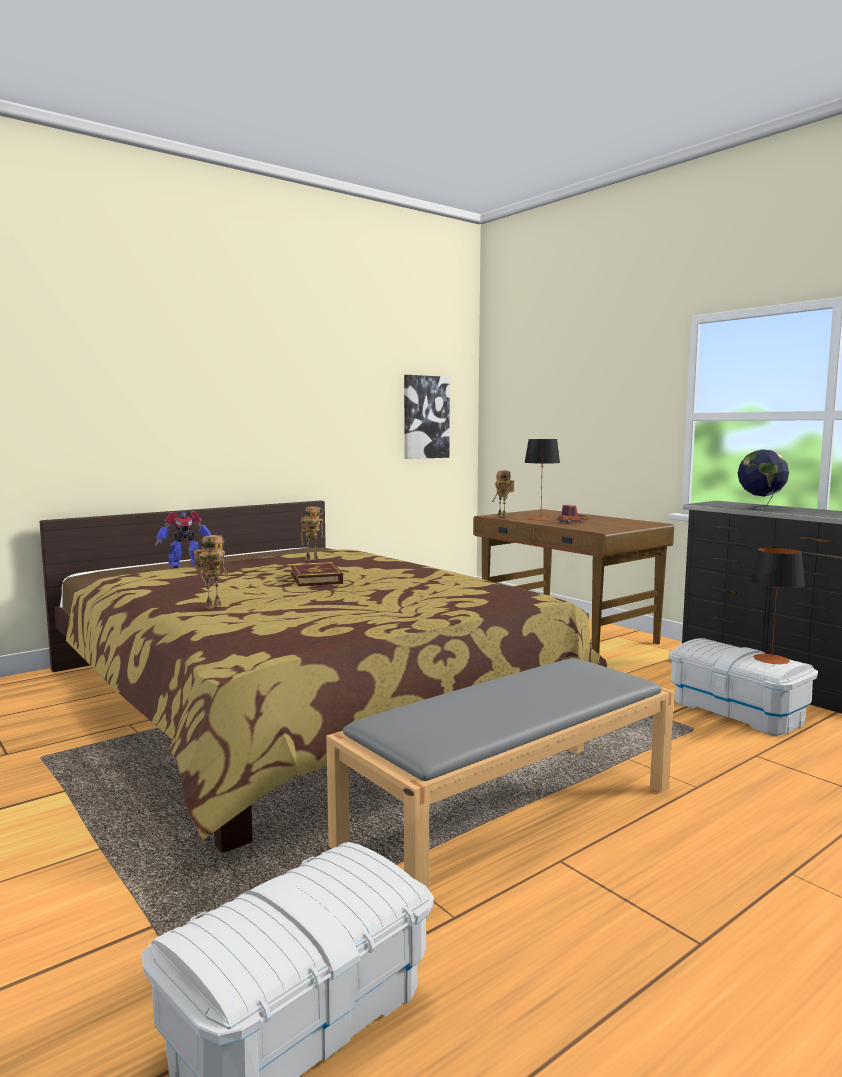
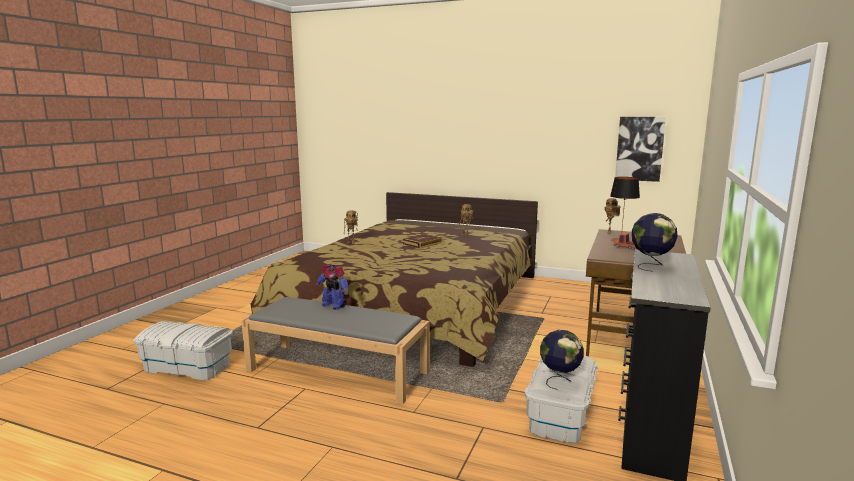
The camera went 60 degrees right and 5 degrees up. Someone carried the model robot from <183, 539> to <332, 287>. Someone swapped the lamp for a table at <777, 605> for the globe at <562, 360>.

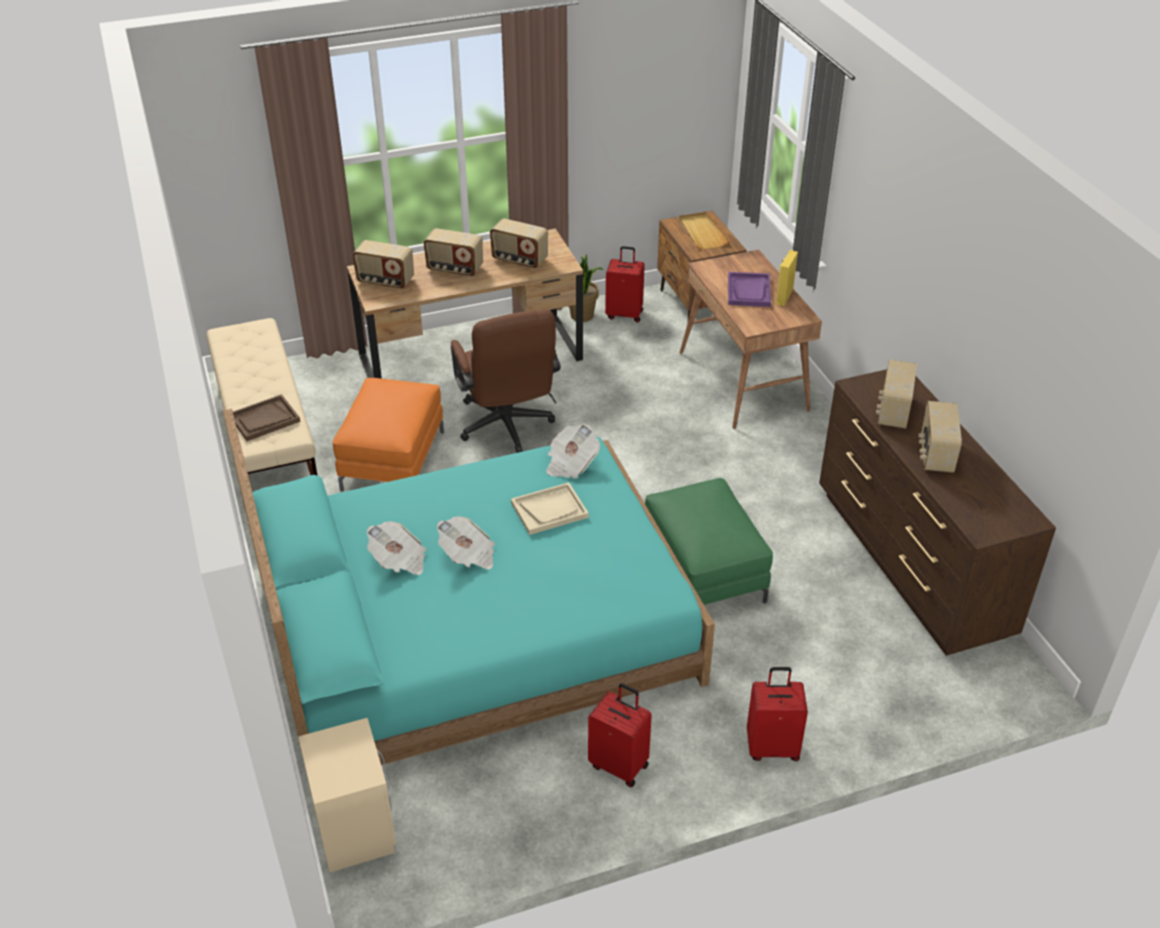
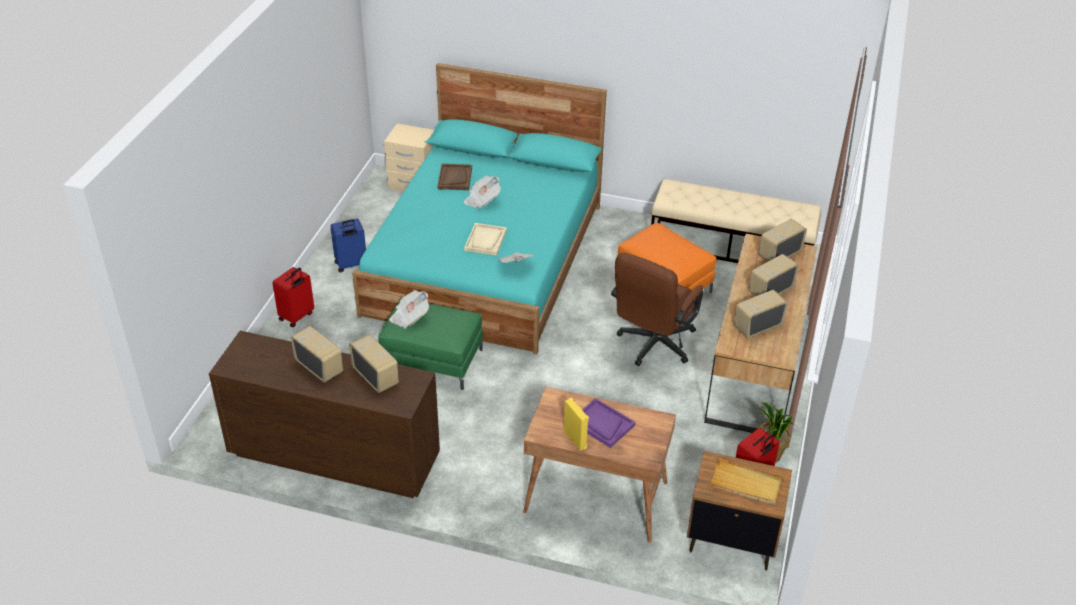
The camera went 125 degrees right and 0 degrees up. Someone carried the serving tray/brown from <266, 417> to <454, 177>. Someone carried the printed paper from <396, 548> to <409, 309>. Someone rotated the computer chair/brown at <506, 381> by 75 degrees counterclockwise. Someone repainted the travel case/reddish at <620, 735>, which became the travel case/bluish at <348, 245>.

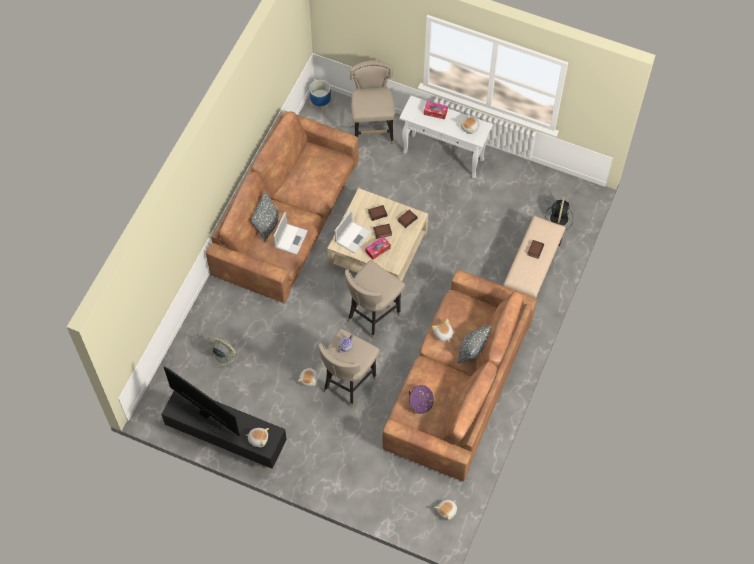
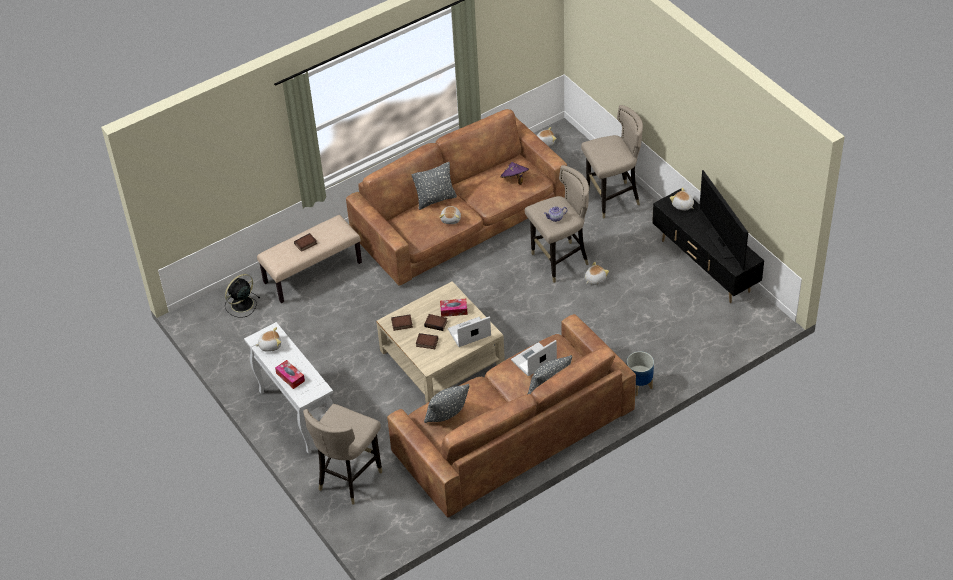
The camera went 145 degrees left and 15 degrees down. Someone took away the electric fan/gray at <224, 352>. Someone carried the plant pot from <320, 96> to <640, 373>. Someone carried the stool seat/beige from <375, 299> to <612, 162>. Someone put down the cushion/gray at <446, 403>.

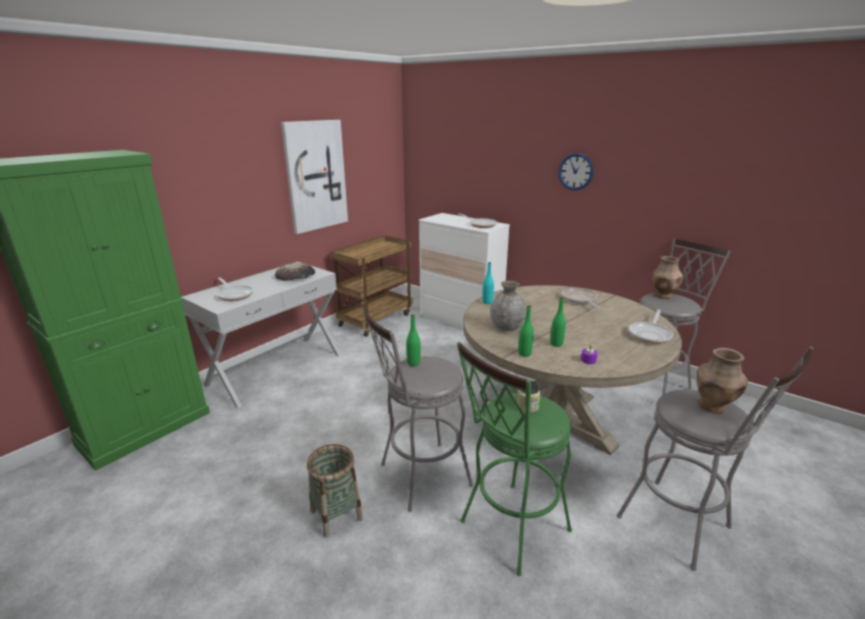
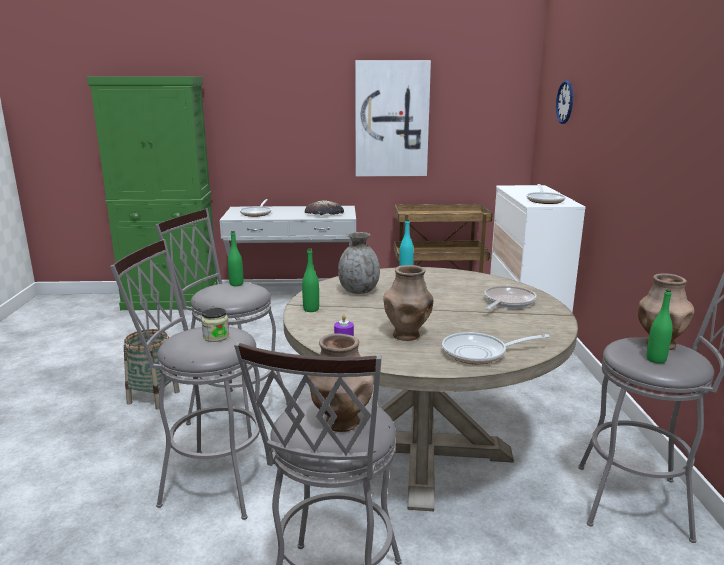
The camera went 50 degrees right and 5 degrees down. Someone repainted the stool seat/green at <514, 459>, which became the stool seat/gray at <192, 379>. Someone carried the bottle/green from <558, 322> to <659, 326>. Someone carried the wall clock from <575, 171> to <564, 102>. Someone put down the flower vase/brown at <408, 303>.

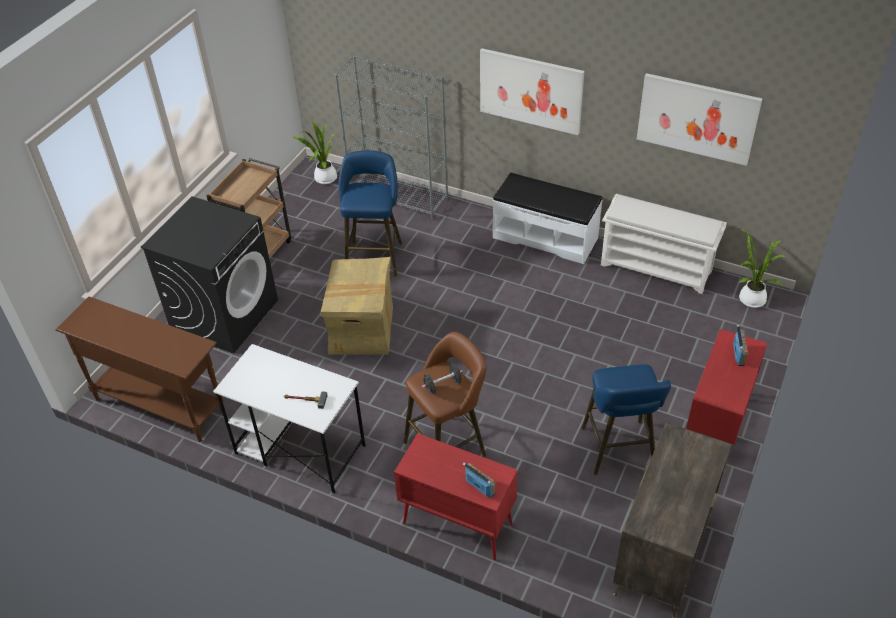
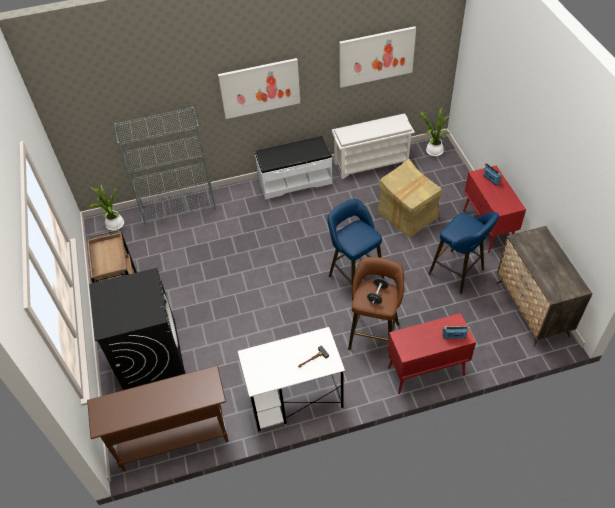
The camera went 40 degrees left and 5 degrees up. Someone carried the cardboard box from <356, 305> to <409, 198>. Someone carried the stool seat/bluish from <370, 213> to <356, 249>.

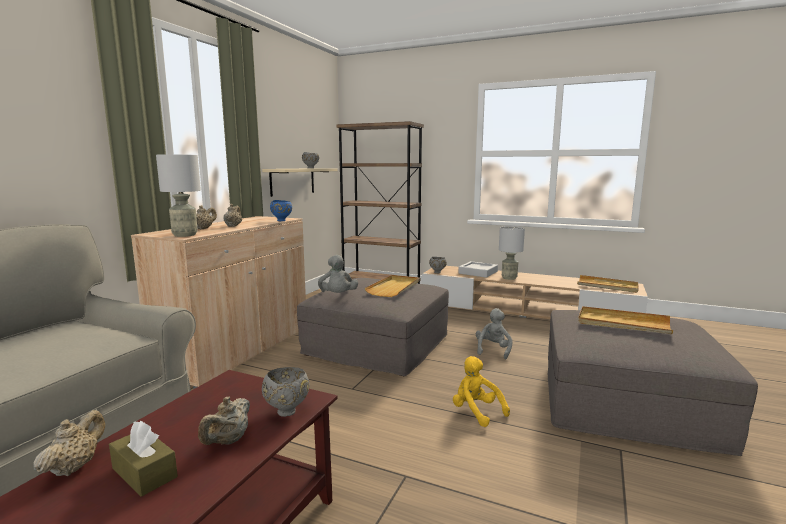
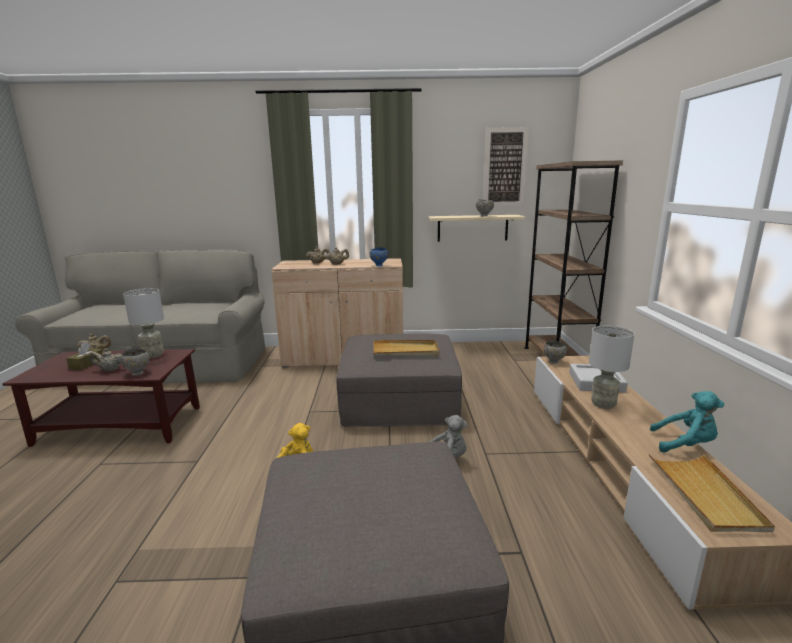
The camera went 65 degrees right and 5 degrees up. Someone carried the lamp for a table/gray from <178, 195> to <143, 323>. Someone took away the soft toy/gray at <338, 274>. Someone took away the serving tray/beige at <625, 320>. Someone put up the picture at <506, 166>. Someone put down the soft toy/turquoise at <687, 422>.

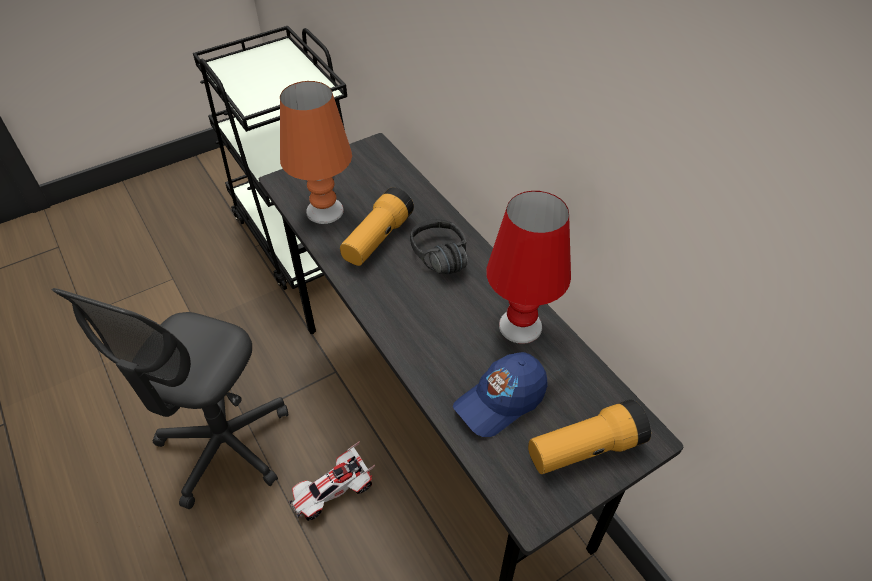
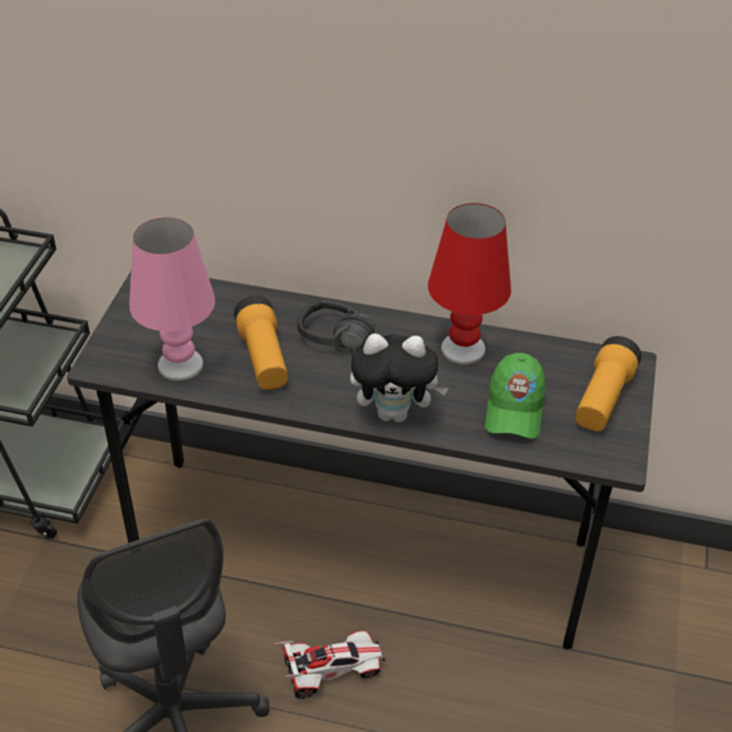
The camera went 45 degrees left and 5 degrees down. Someone repainted the lamp for a table/orange-coloured at <316, 152>, which became the lamp for a table/pink at <172, 299>. Someone rotated the model car at <332, 481> by 120 degrees counterclockwise. Someone repainted the cap/bluish at <500, 394>, which became the cap/green at <515, 396>. Someone put down the soft toy at <399, 378>.

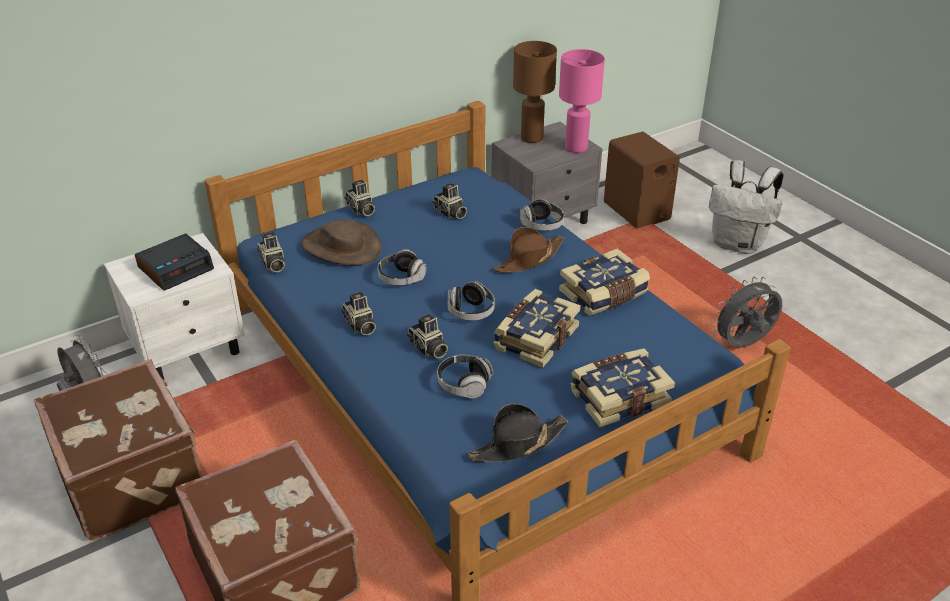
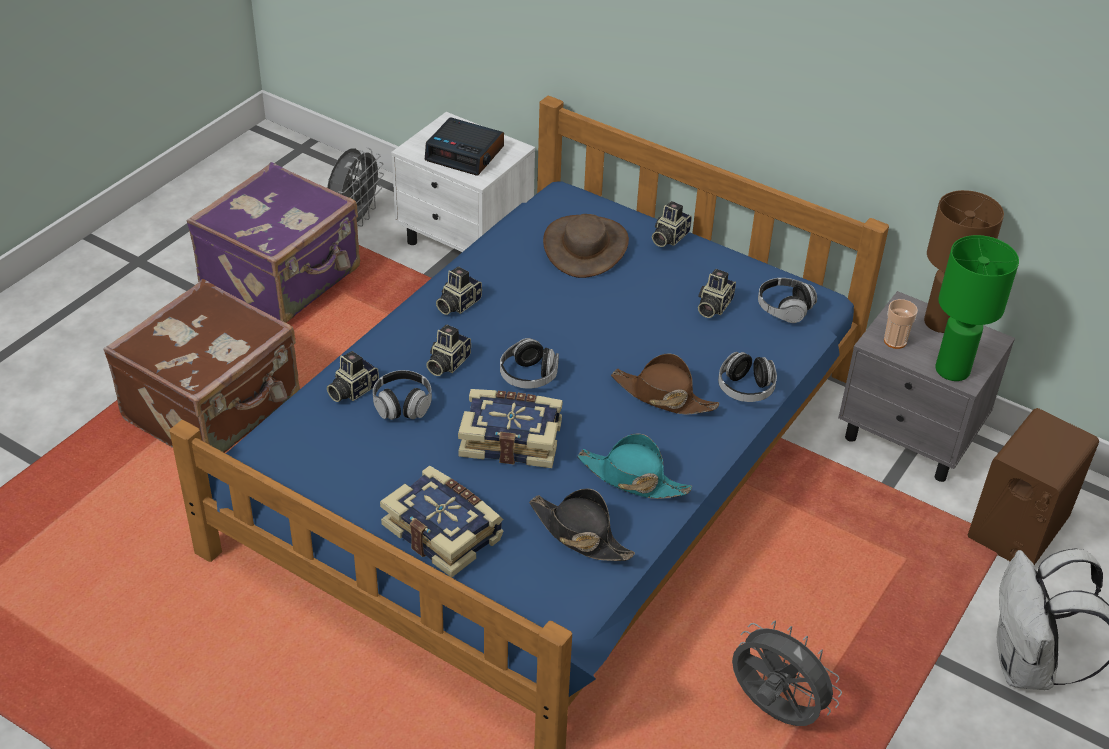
The camera went 65 degrees right and 5 degrees up. Someone repainted the travel case/brown at <118, 450>, which became the travel case/purple-coloured at <273, 242>. Someone carried the still camera from <271, 252> to <353, 376>. Someone carried the headphones from <402, 267> to <787, 300>. Someone carried the hat/blackish from <517, 433> to <582, 524>. Someone repainted the lamp for a table/pink at <582, 101>, which became the lamp for a table/green at <977, 308>. Someone swapped the volume at <604, 282> for the hat/turquoise at <634, 466>. Someone put down the drinking cup at <901, 324>.

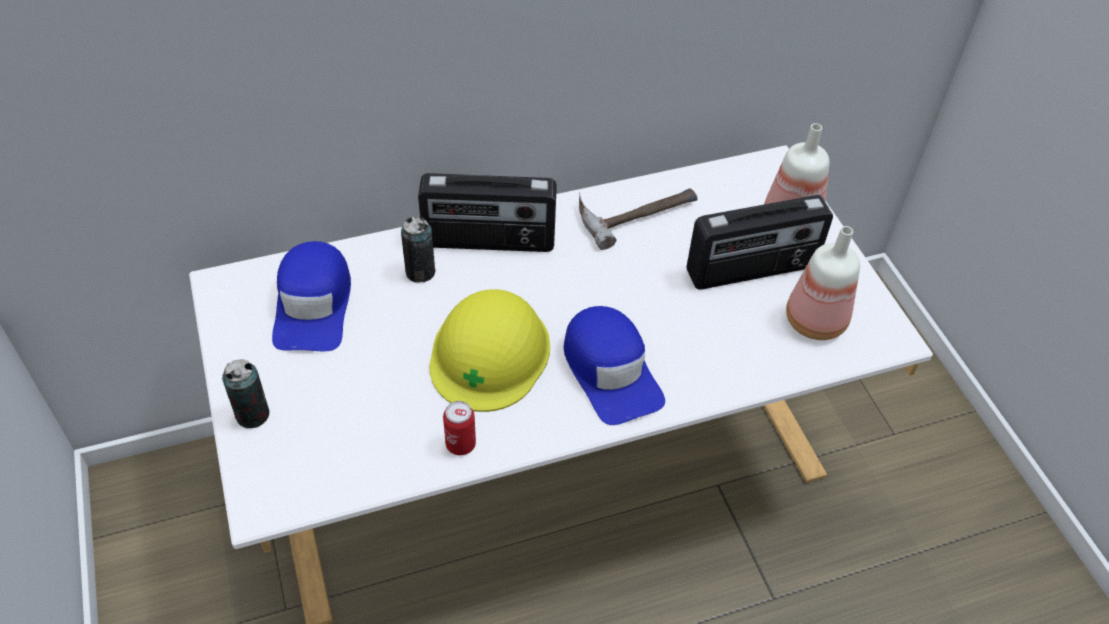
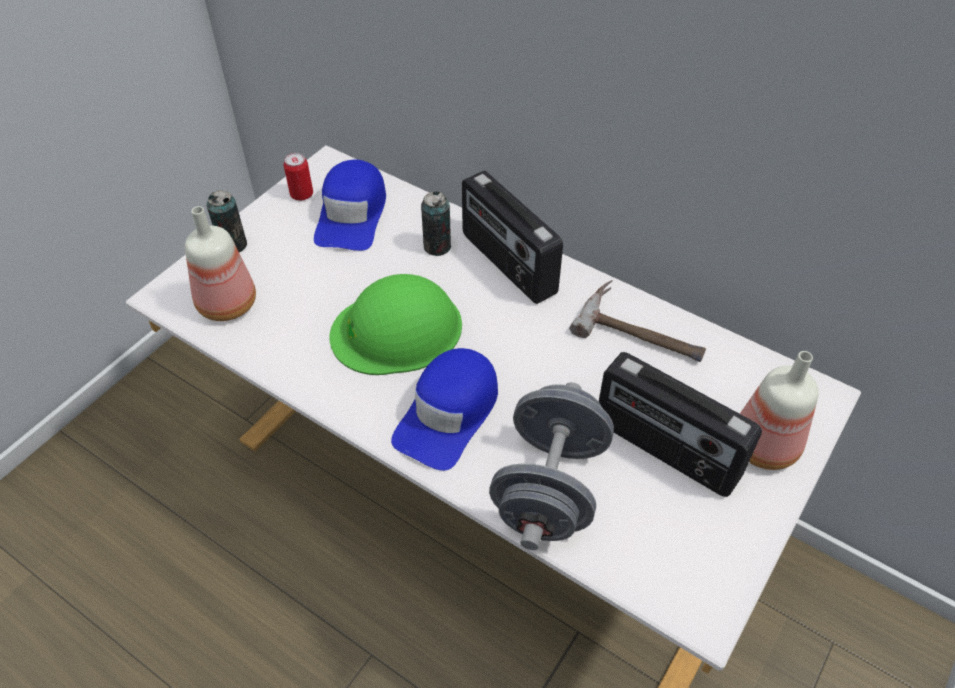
The camera went 55 degrees right and 0 degrees up. Someone rotated the cap/bluish at <311, 296> by 45 degrees counterclockwise. Someone repainted the hard hat/yellow-coloured at <489, 350>, which became the hard hat/green at <395, 324>. Someone carried the sealed can from <459, 428> to <298, 177>. Someone carried the bottle from <823, 283> to <220, 263>. Someone put down the dumbbell/gray at <551, 466>.

